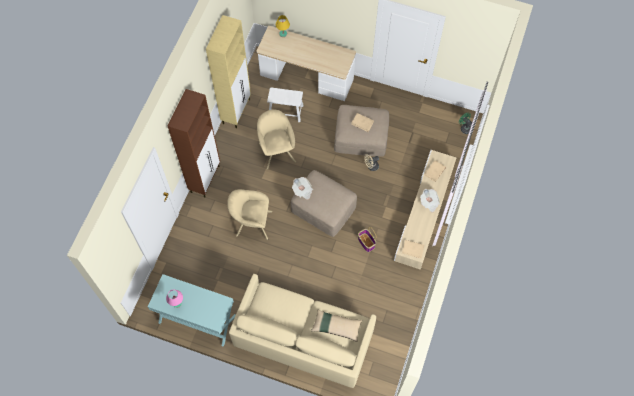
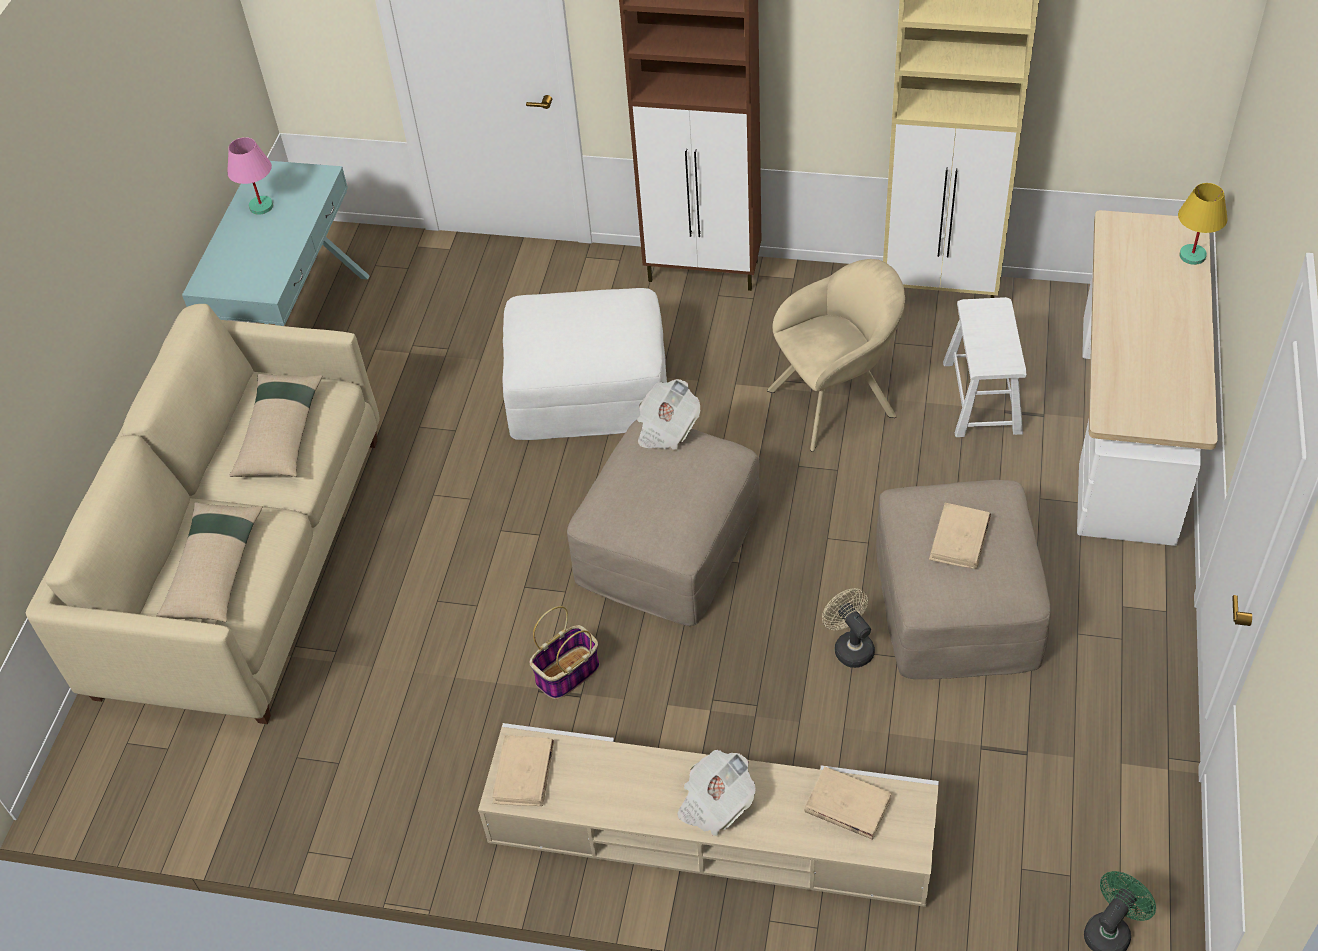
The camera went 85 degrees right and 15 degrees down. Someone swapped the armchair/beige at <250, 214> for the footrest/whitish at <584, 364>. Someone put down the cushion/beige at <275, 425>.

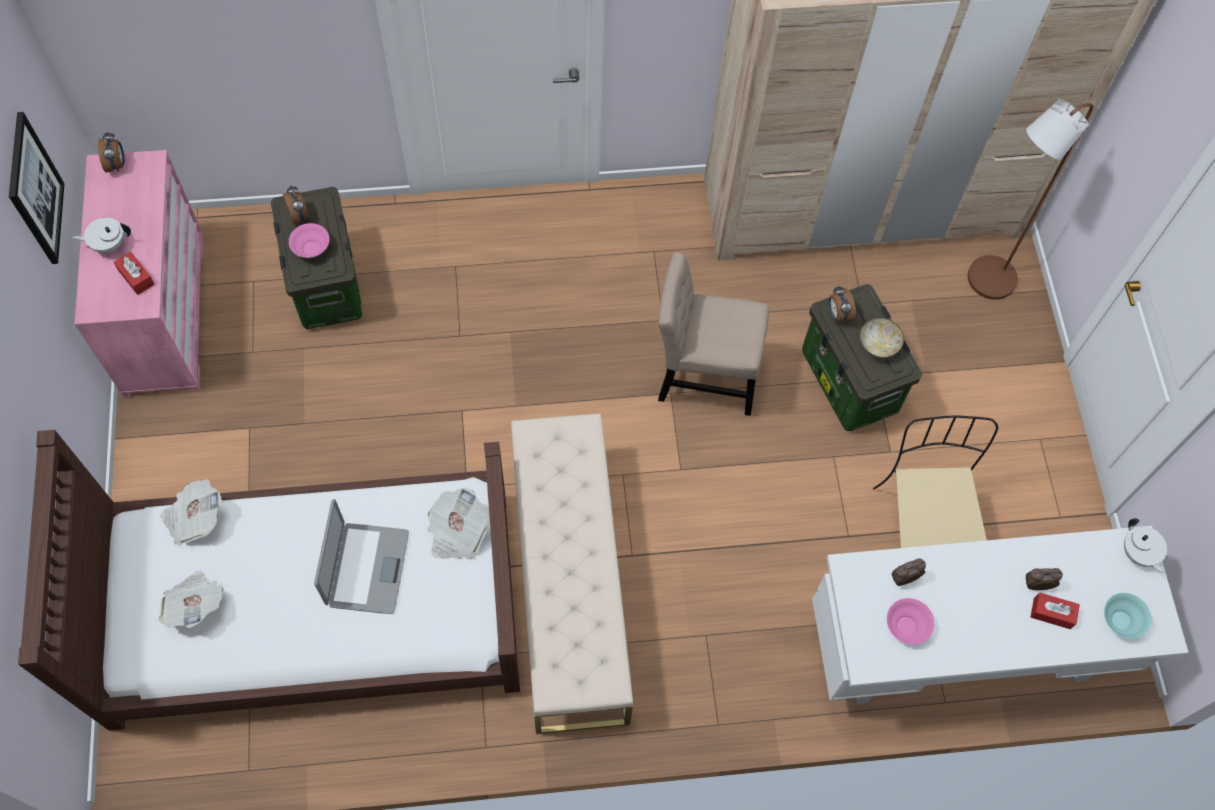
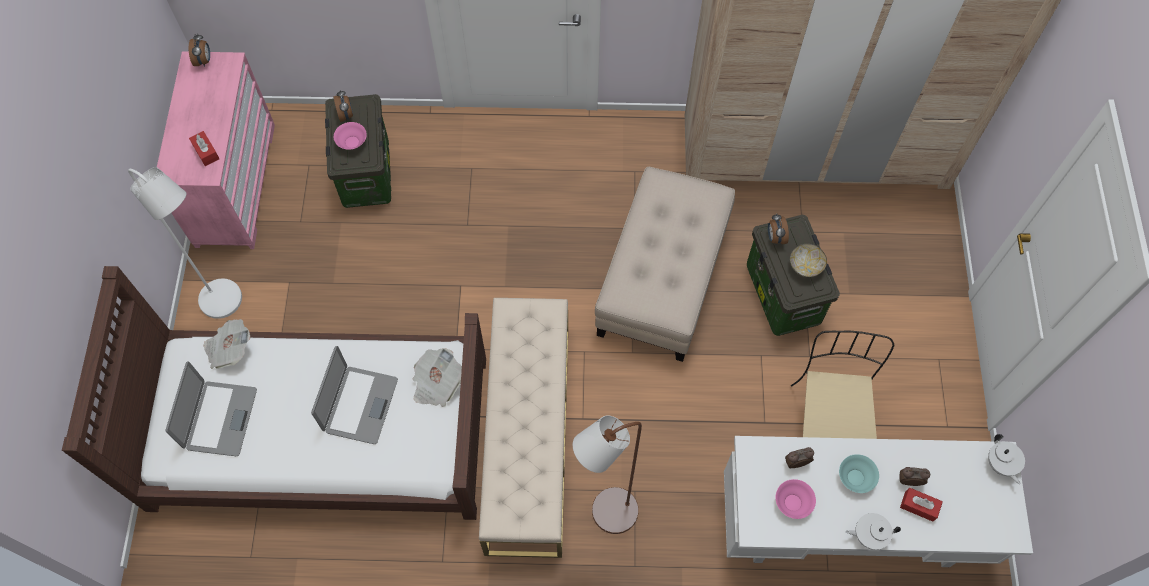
The camera went 10 degrees right and 0 degrees up. Someone took away the picture at <36, 188>. Someone carried the pot for tea/whitish from <102, 235> to <873, 531>. Someone swapped the printed paper at <191, 599> for the notebook computer at <211, 409>. Someone swapped the upright chair/beige at <713, 334> for the footrest/beige at <665, 264>. Someone carried the standard lamp/brown from <1030, 199> to <607, 474>. Someone carried the deep dish/turquoise from <1128, 616> to <859, 473>. Someone put down the standard lamp/whitish at <185, 243>.

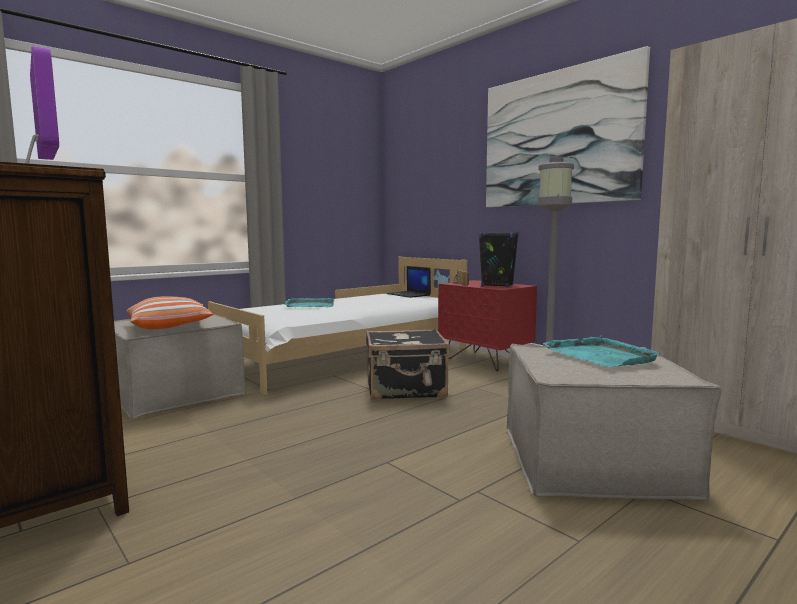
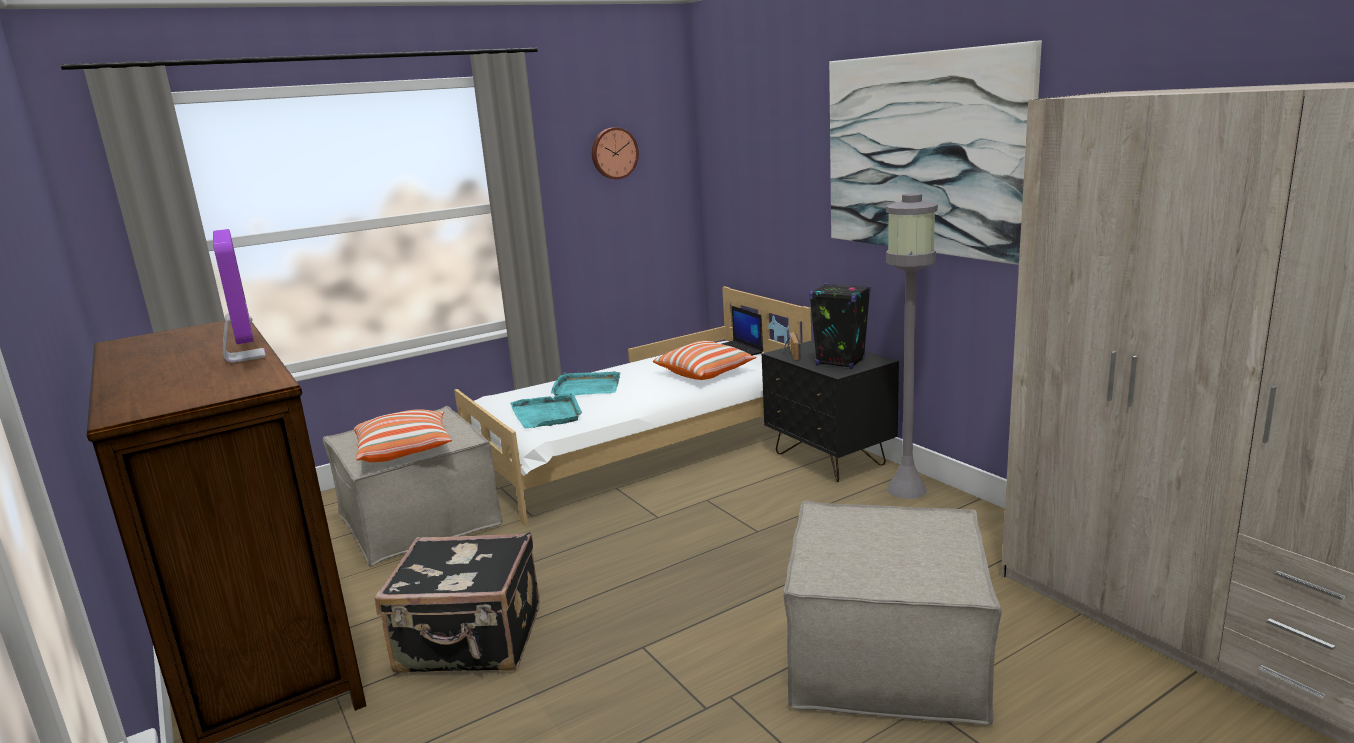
The camera went 10 degrees right and 10 degrees up. Someone carried the travel case/blackish from <408, 364> to <457, 602>. Someone repainted the bedside table/reddish at <487, 325>, which became the bedside table/blackish at <830, 411>. Someone carried the serving tray/turquoise from <601, 351> to <546, 411>. Someone put up the wall clock at <615, 153>. Someone put down the cushion at <705, 360>.

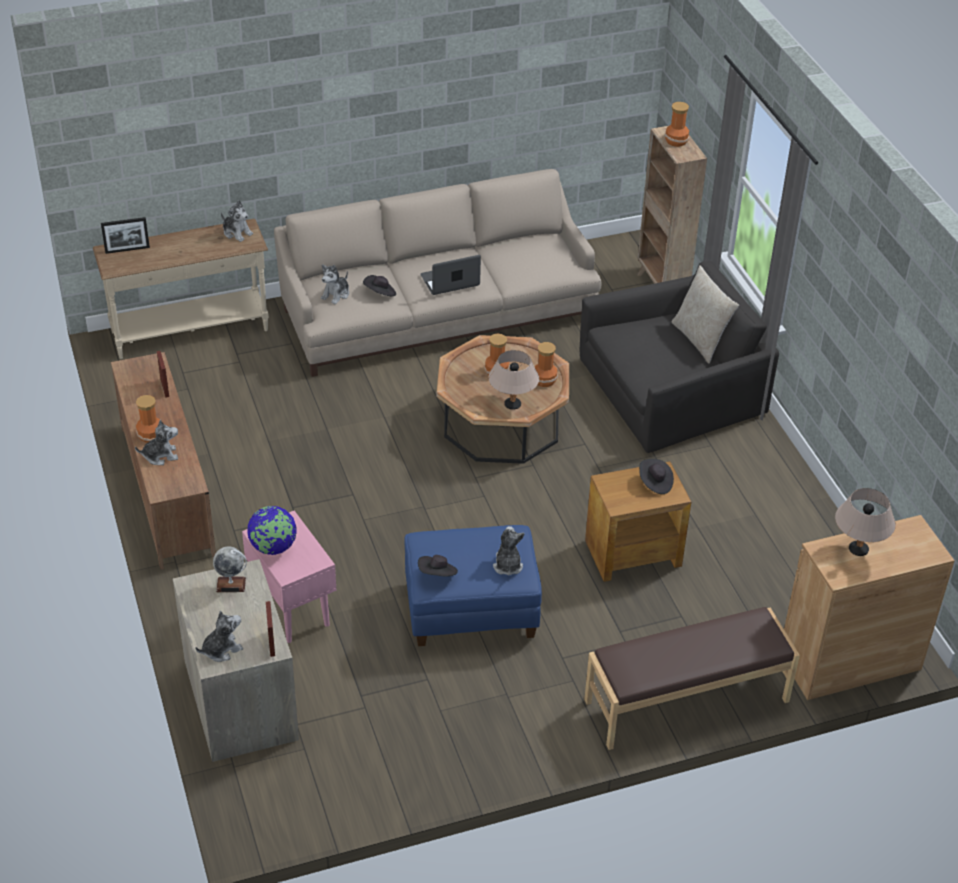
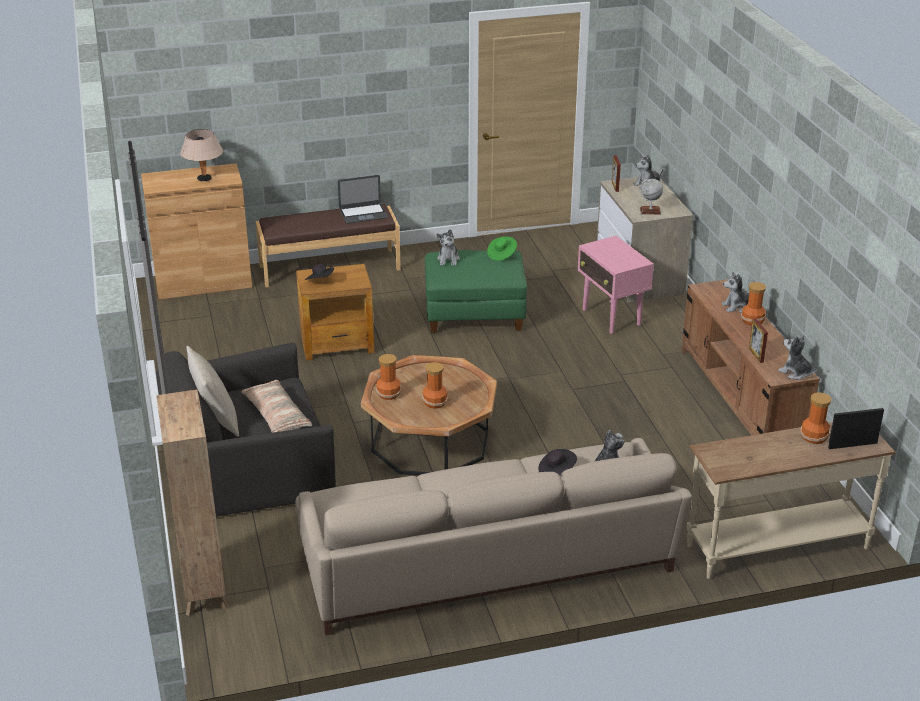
The camera went 175 degrees left and 10 degrees down. Someone carried the soft toy from <237, 221> to <798, 357>. Someone took away the globe at <272, 530>. Someone repainted the footrest/bluish at <473, 585>, which became the footrest/green at <476, 291>. Someone repainted the hat/blackish at <438, 566>, which became the hat/green at <502, 248>. Someone carried the notebook computer from <450, 275> to <363, 199>. Someone took away the lamp for a table/beige at <513, 380>. Someone carried the flower vase from <677, 124> to <816, 418>. Someone put down the cushion at <276, 406>.

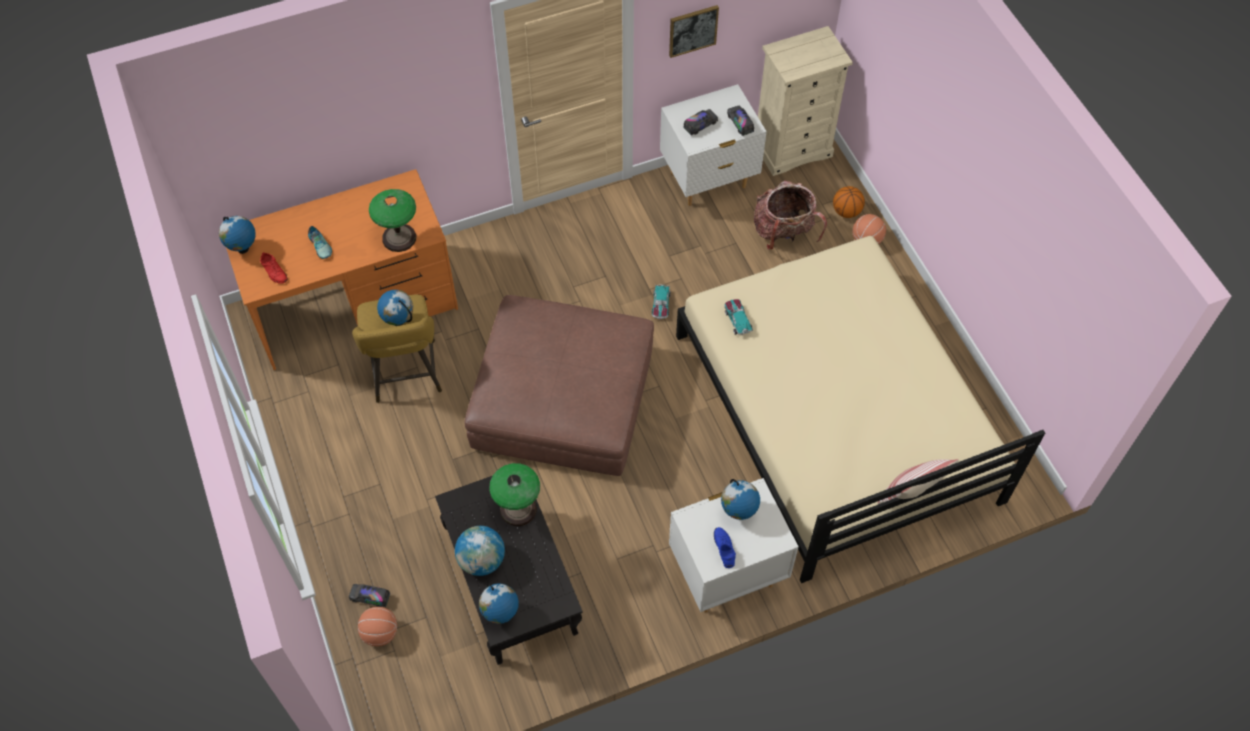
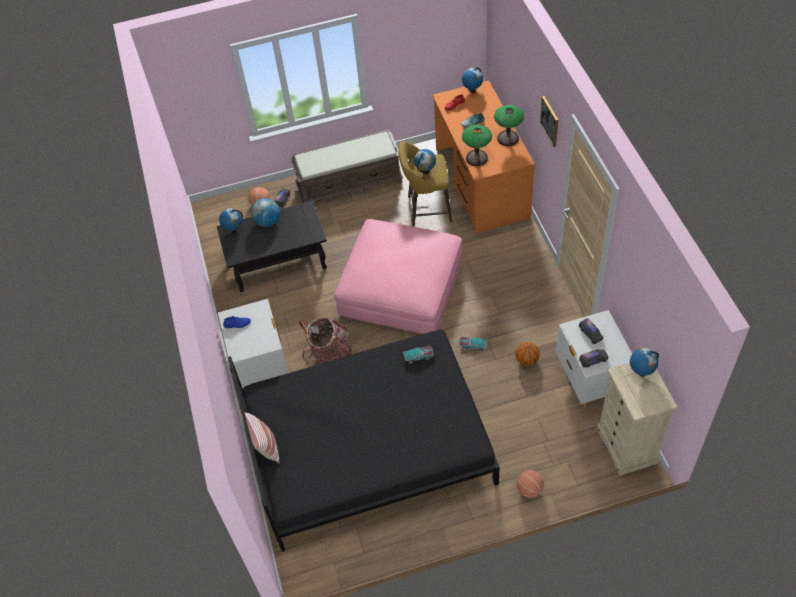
The camera went 100 degrees right and 5 degrees down. Someone repainted the footrest/brown at <559, 385>, which became the footrest/pink at <398, 276>. Someone carried the lamp for a table from <514, 494> to <509, 125>. Someone carried the picture from <694, 31> to <549, 121>. Someone repainted the bedroom bed/beige at <860, 409>, which became the bedroom bed/blackish at <364, 441>. Someone carried the globe from <740, 499> to <644, 362>. Someone carried the rucksack from <790, 215> to <325, 342>. Someone carried the ball for basketball from <849, 202> to <527, 354>. Someone put down the indoor bench/brown at <347, 166>.

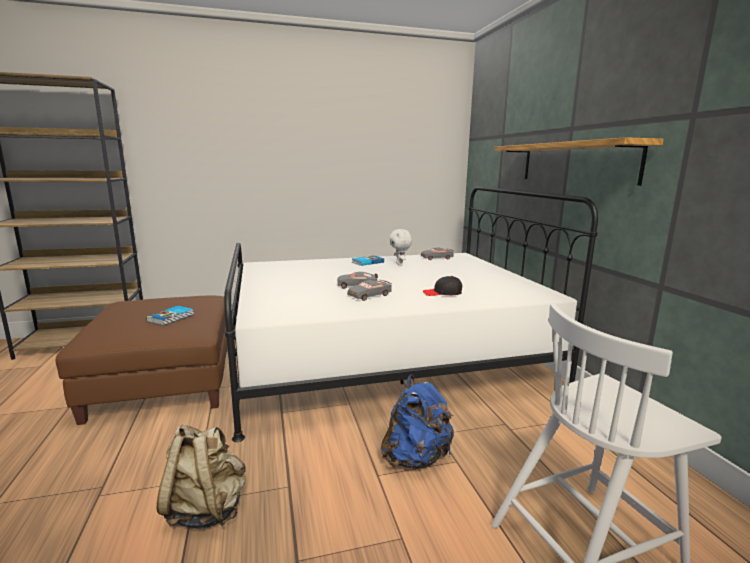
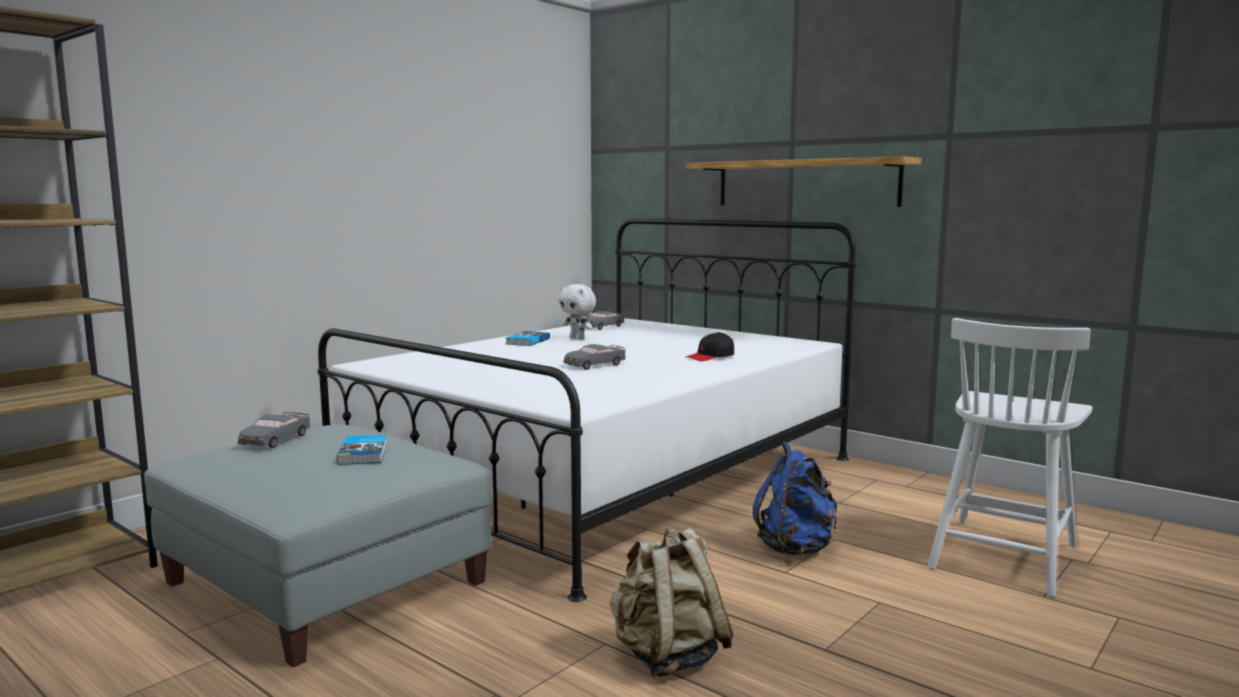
The camera went 35 degrees left and 5 degrees down. Someone repainted the footrest/brown at <141, 360>, which became the footrest/gray at <318, 546>. Someone carried the model car/gray from <369, 290> to <274, 430>.

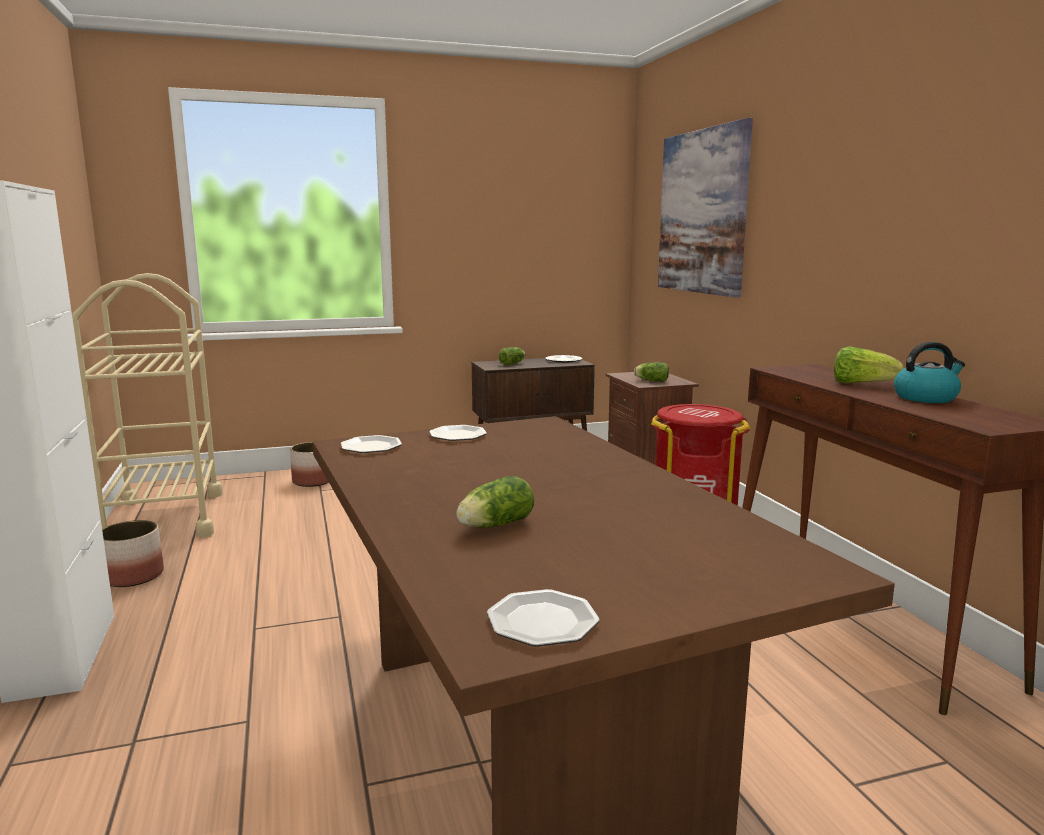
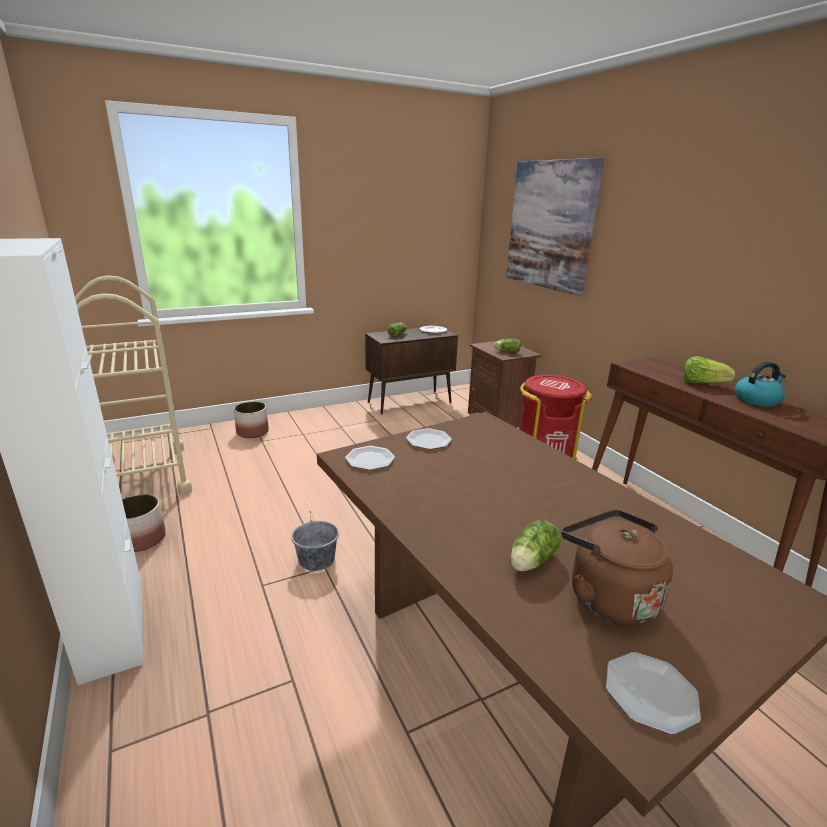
The camera went 10 degrees left and 10 degrees up. Someone put down the bucket/gray at <315, 541>. Someone put down the kettle/brown at <617, 568>.

